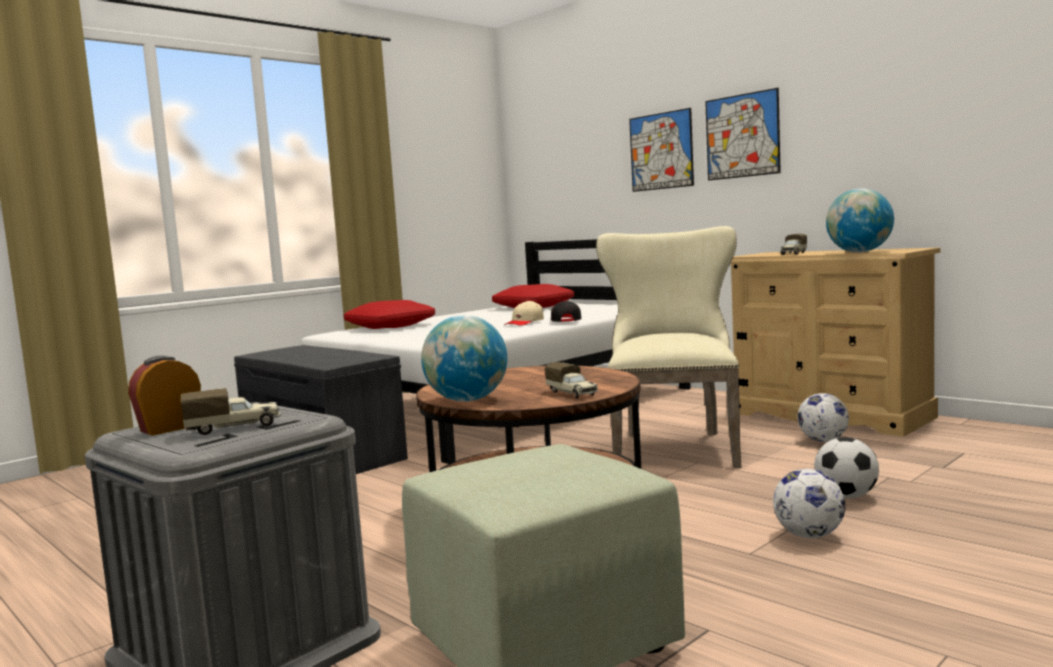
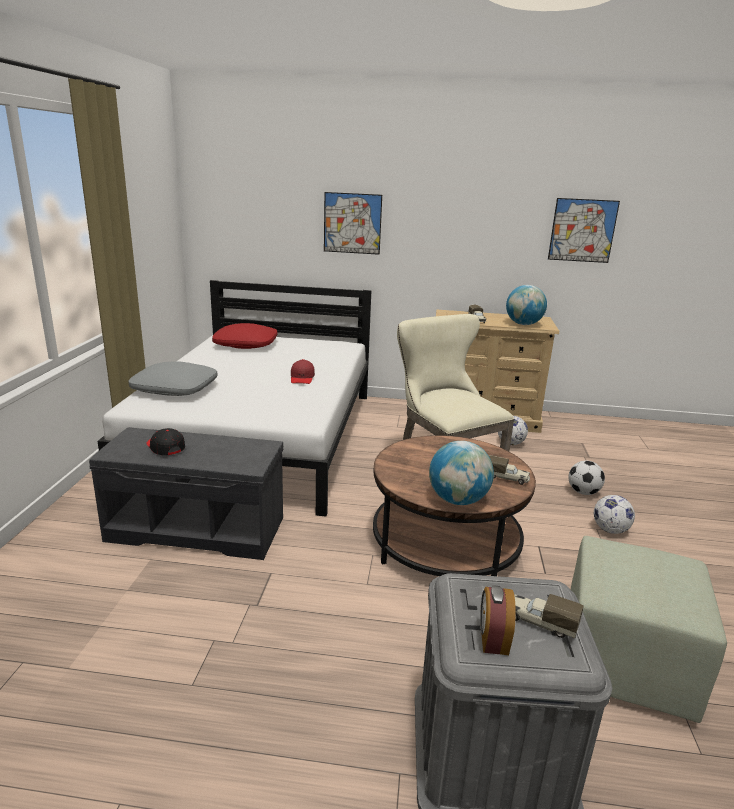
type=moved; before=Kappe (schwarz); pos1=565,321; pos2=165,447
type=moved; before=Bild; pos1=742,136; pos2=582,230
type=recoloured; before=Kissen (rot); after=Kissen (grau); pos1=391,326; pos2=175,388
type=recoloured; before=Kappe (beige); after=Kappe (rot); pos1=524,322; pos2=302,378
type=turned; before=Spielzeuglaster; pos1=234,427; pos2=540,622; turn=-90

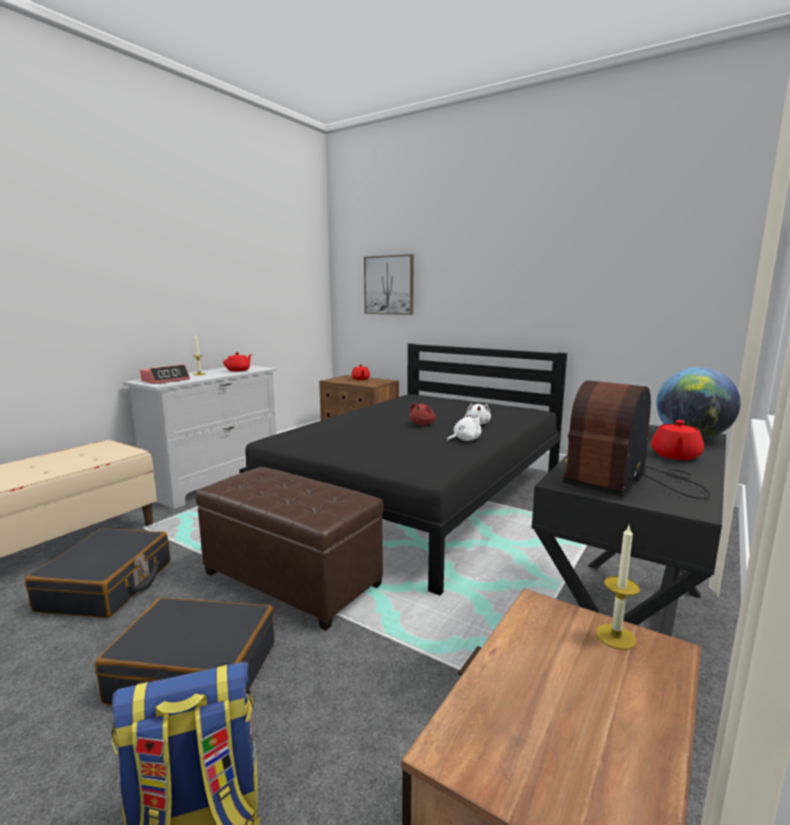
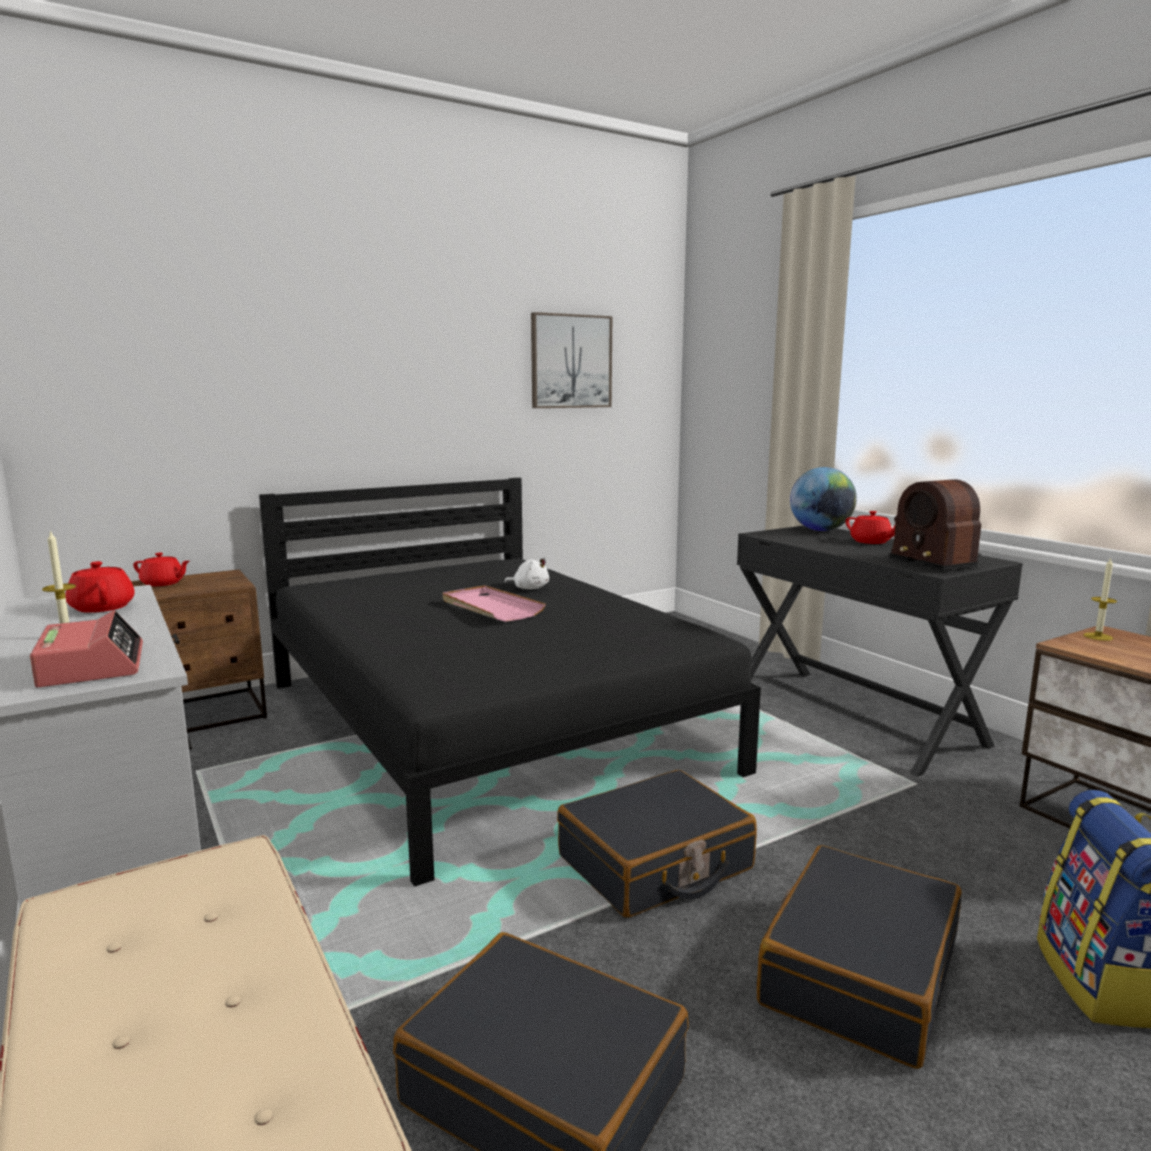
type=removed; before=Plüschtier (weiß); pos1=465,440
type=moved; before=Bild; pos1=389,285; pos2=571,361
type=replaced; before=Polsterhocker (braun); after=Koffer (schwarz); pos1=292,578; pos2=655,863
type=replaced; before=Plüschtier (rot); after=Tablett (rosa); pos1=423,424; pos2=490,607

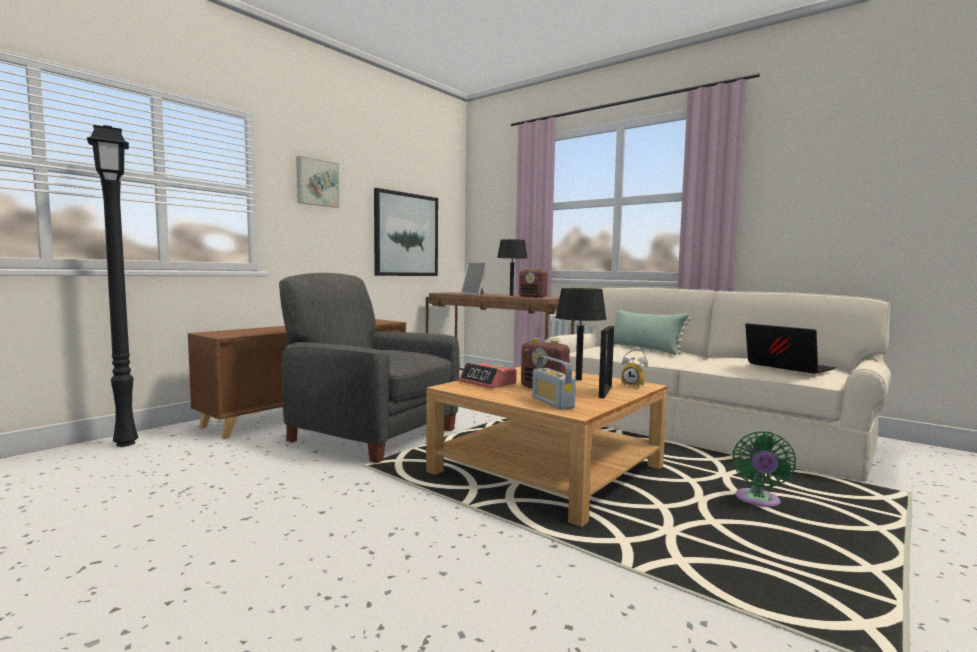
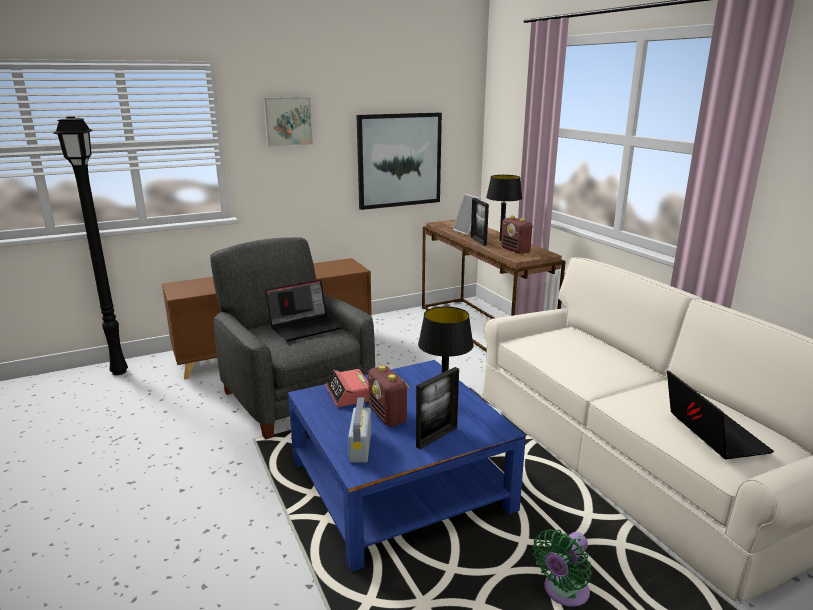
type=removed; before=Kissen (grün); pos1=644,348
type=removed; before=Wecker; pos1=634,386
type=added; after=Laptop; pos2=305,327
type=added; after=Bilderrahmen; pos2=478,241
type=recoloured; before=Couchtisch (beige); after=Couchtisch (blau); pos1=547,470; pos2=399,485

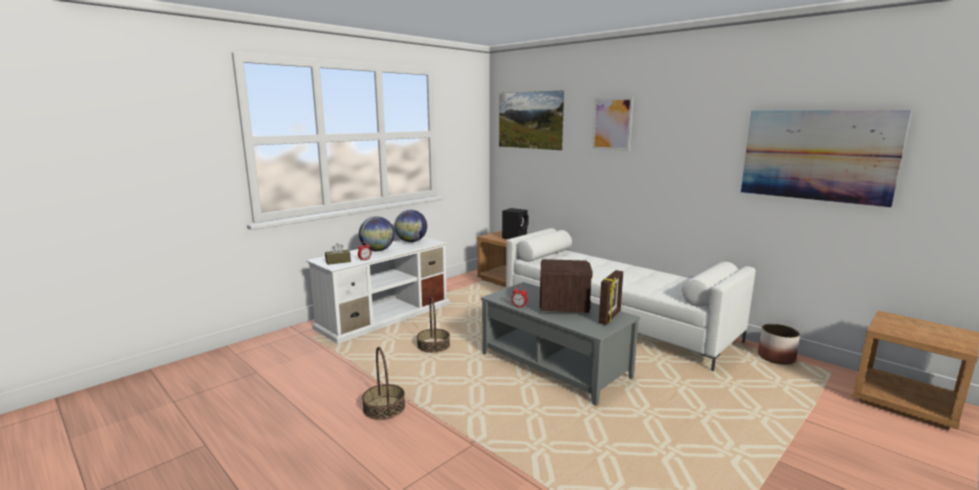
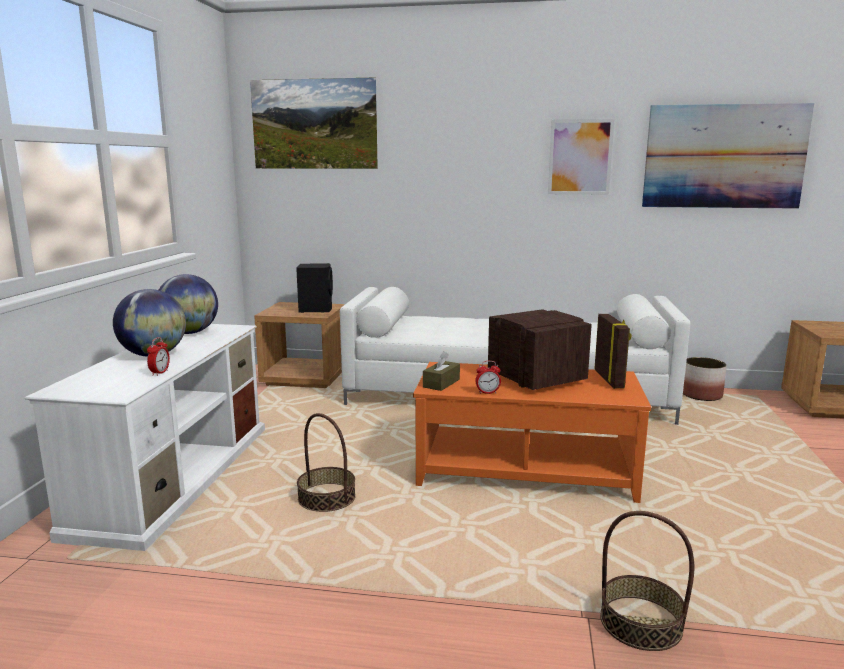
type=moved; before=Taschentuchbox (braun); pos1=338,261; pos2=441,383
type=moved; before=Korb; pos1=384,407; pos2=640,623
type=moved; before=Bild; pos1=612,124; pos2=580,157
type=recoloured; before=Couchtisch (grau); after=Couchtisch (orange); pos1=555,365; pos2=525,470

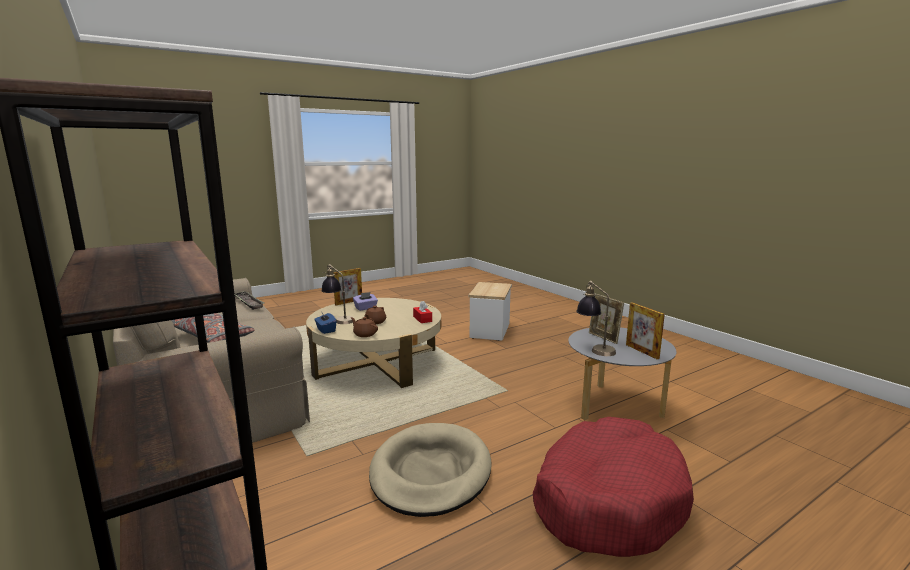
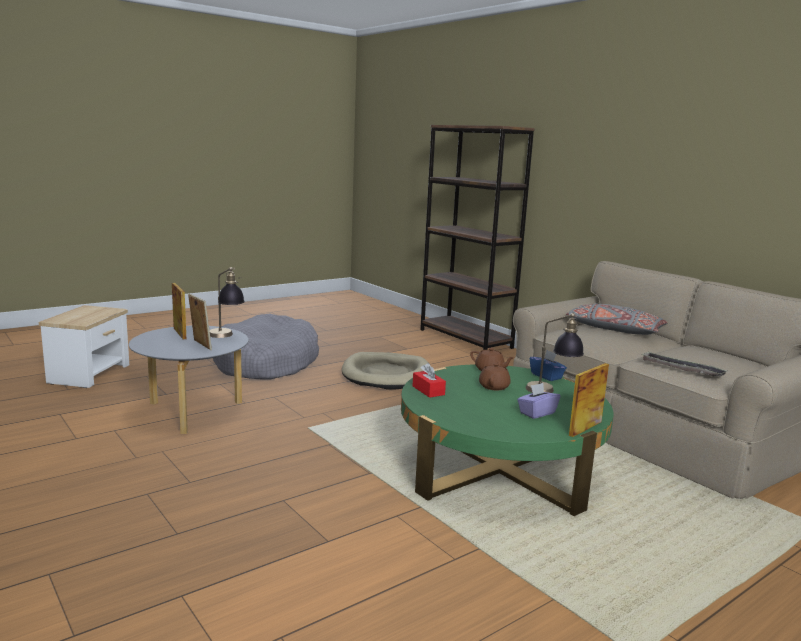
type=moved; before=Beistelltisch; pos1=489,331; pos2=90,374
type=recoloured; before=Couchtisch (beige); after=Couchtisch (grün); pos1=377,363; pos2=498,469
type=recoloured; before=Hundebett (rot); after=Hundebett (grau); pos1=607,500; pos2=266,363

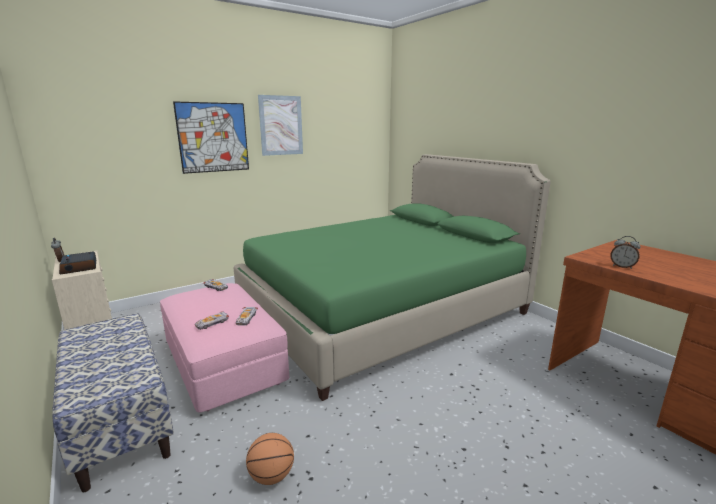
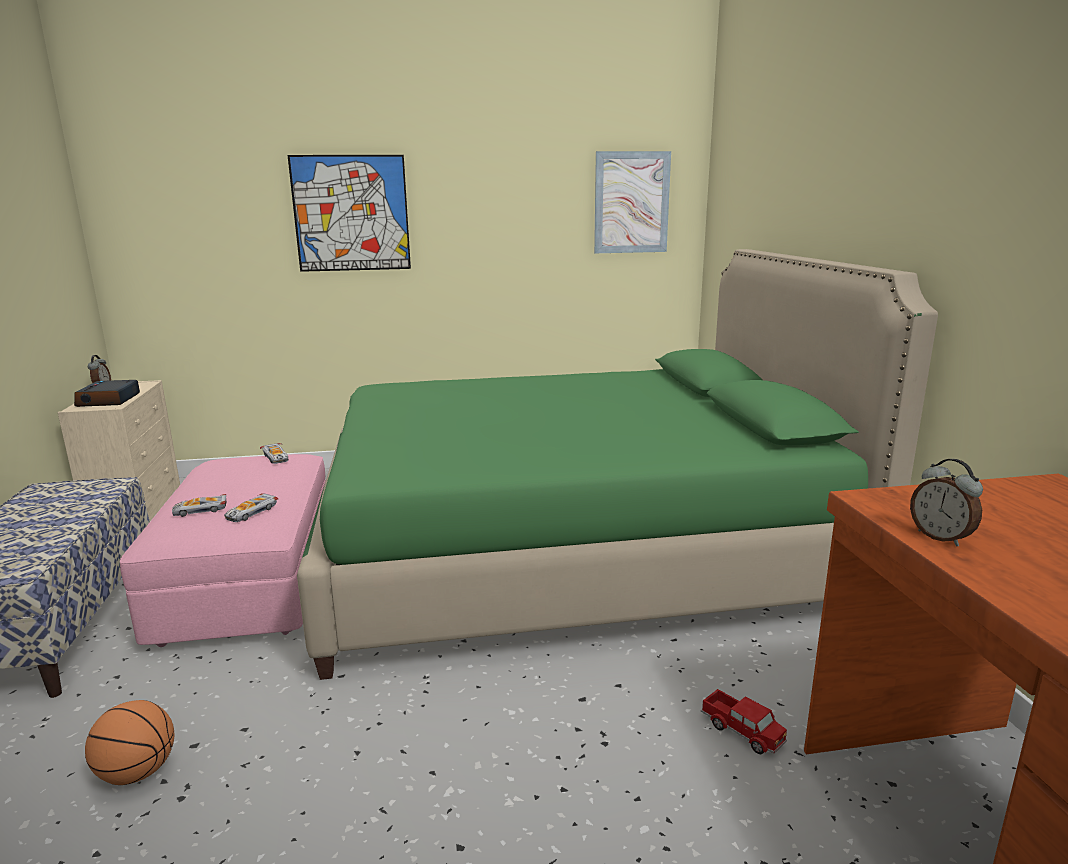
type=added; after=Spielzeuglaster; pos2=742,731
type=moved; before=Bild; pos1=281,125; pos2=631,202

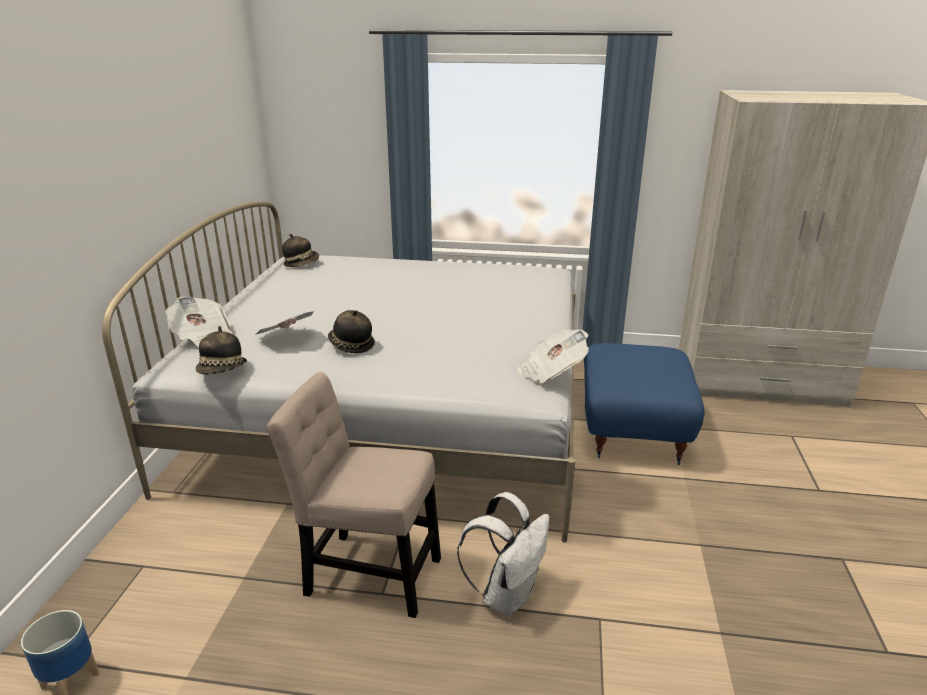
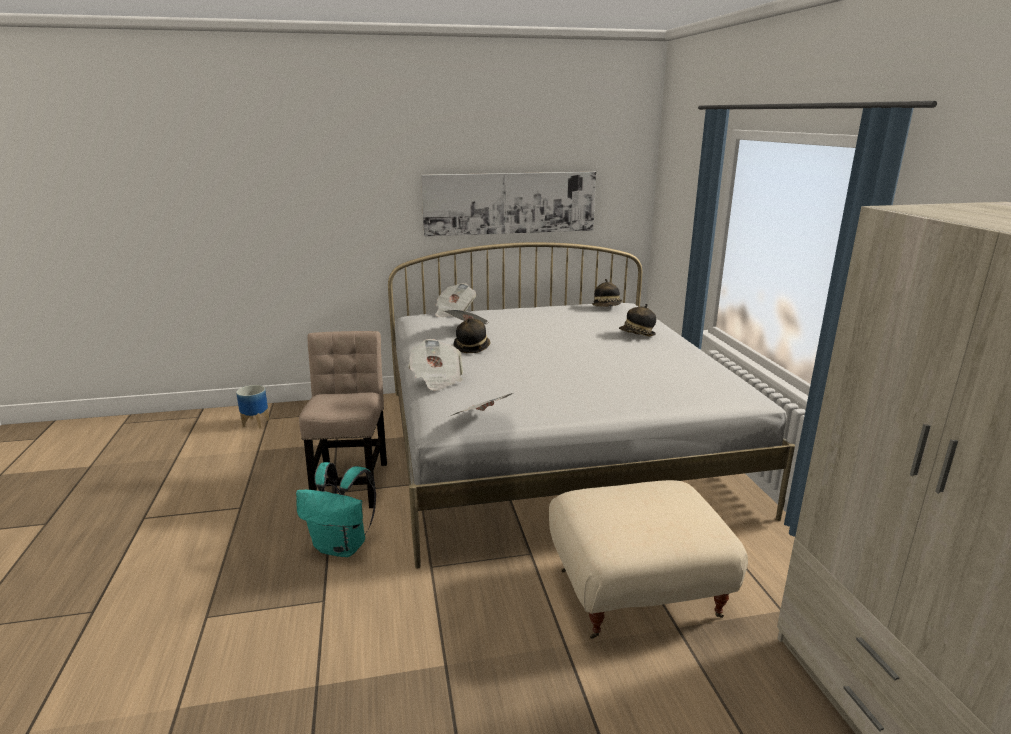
type=added; after=Zeitung; pos2=436,379
type=added; after=Bild; pos2=510,203
type=moved; before=Hut; pos1=222,370; pos2=637,335
type=recoloured; before=Rucksack (weiß); after=Rucksack (türkis); pos1=507,594; pos2=342,546
type=recoloured; before=Polsterhocker (blau); after=Polsterhocker (beige); pos1=631,431; pos2=637,591

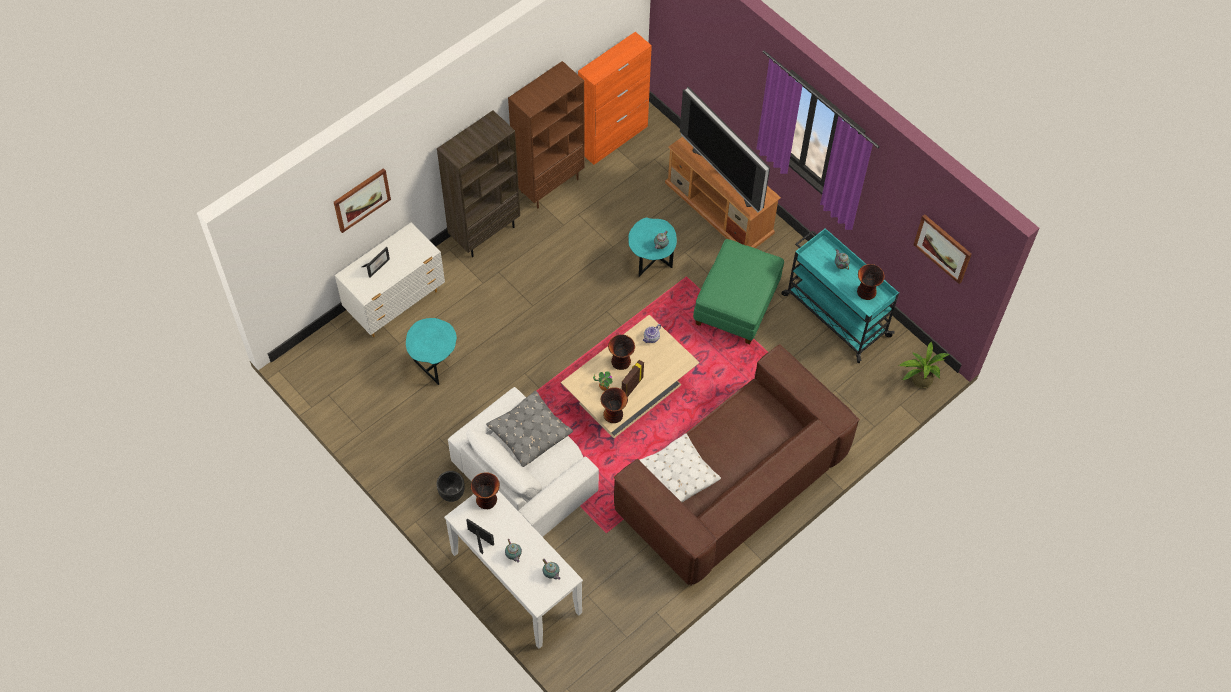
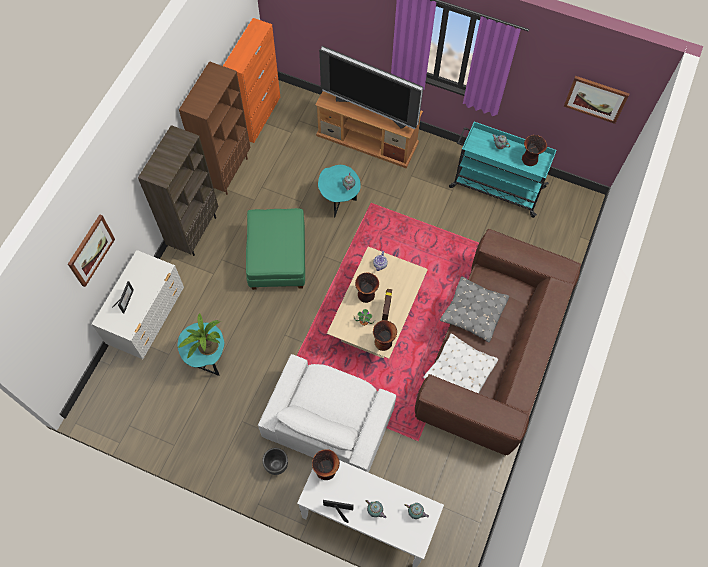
type=moved; before=Kissen (grau); pos1=529,433; pos2=473,312
type=moved; before=Polsterhocker (grün); pos1=736,304; pos2=277,259
type=moved; before=Topfpflanze; pos1=918,379; pos2=205,346

